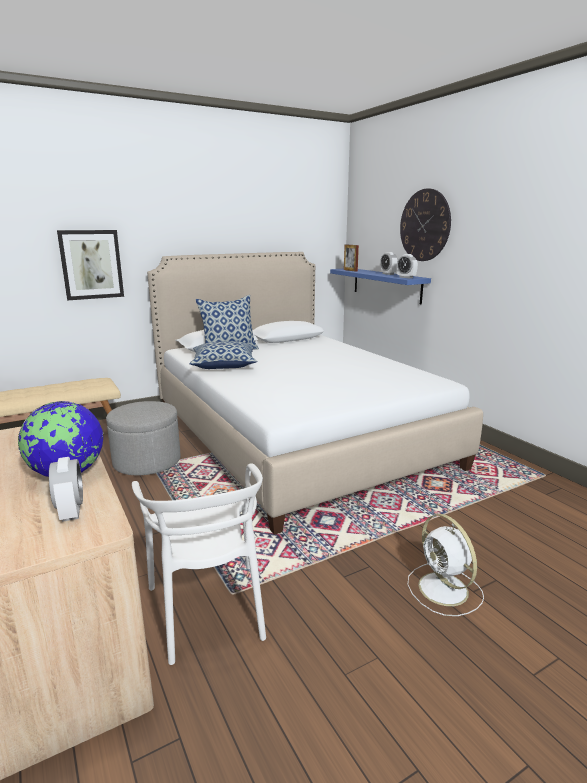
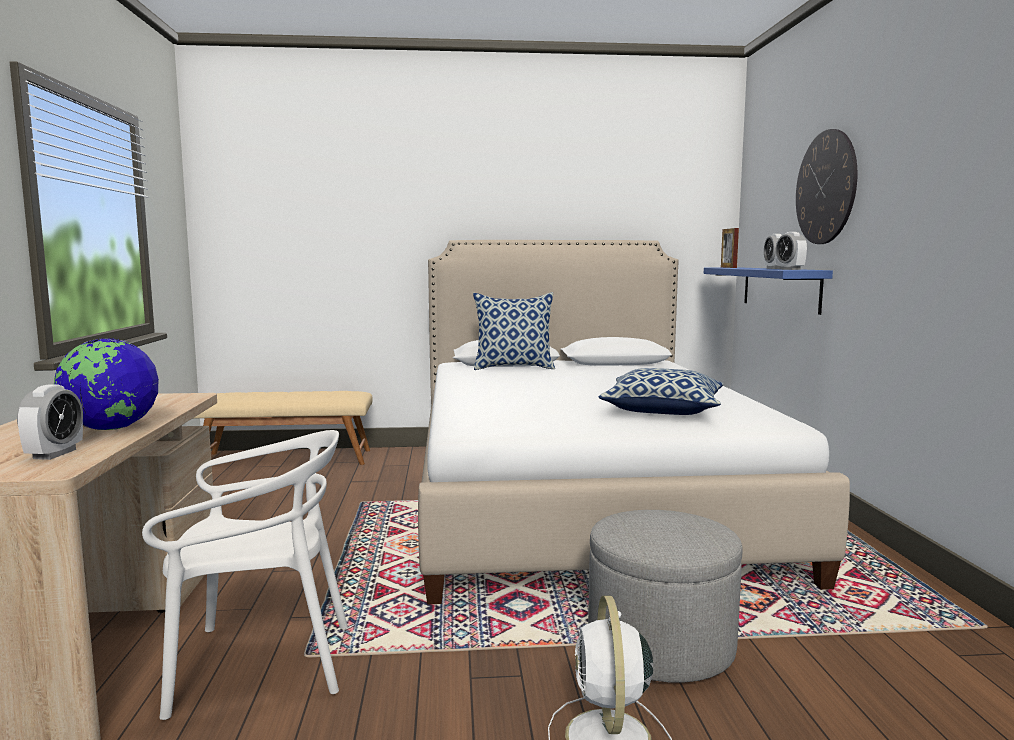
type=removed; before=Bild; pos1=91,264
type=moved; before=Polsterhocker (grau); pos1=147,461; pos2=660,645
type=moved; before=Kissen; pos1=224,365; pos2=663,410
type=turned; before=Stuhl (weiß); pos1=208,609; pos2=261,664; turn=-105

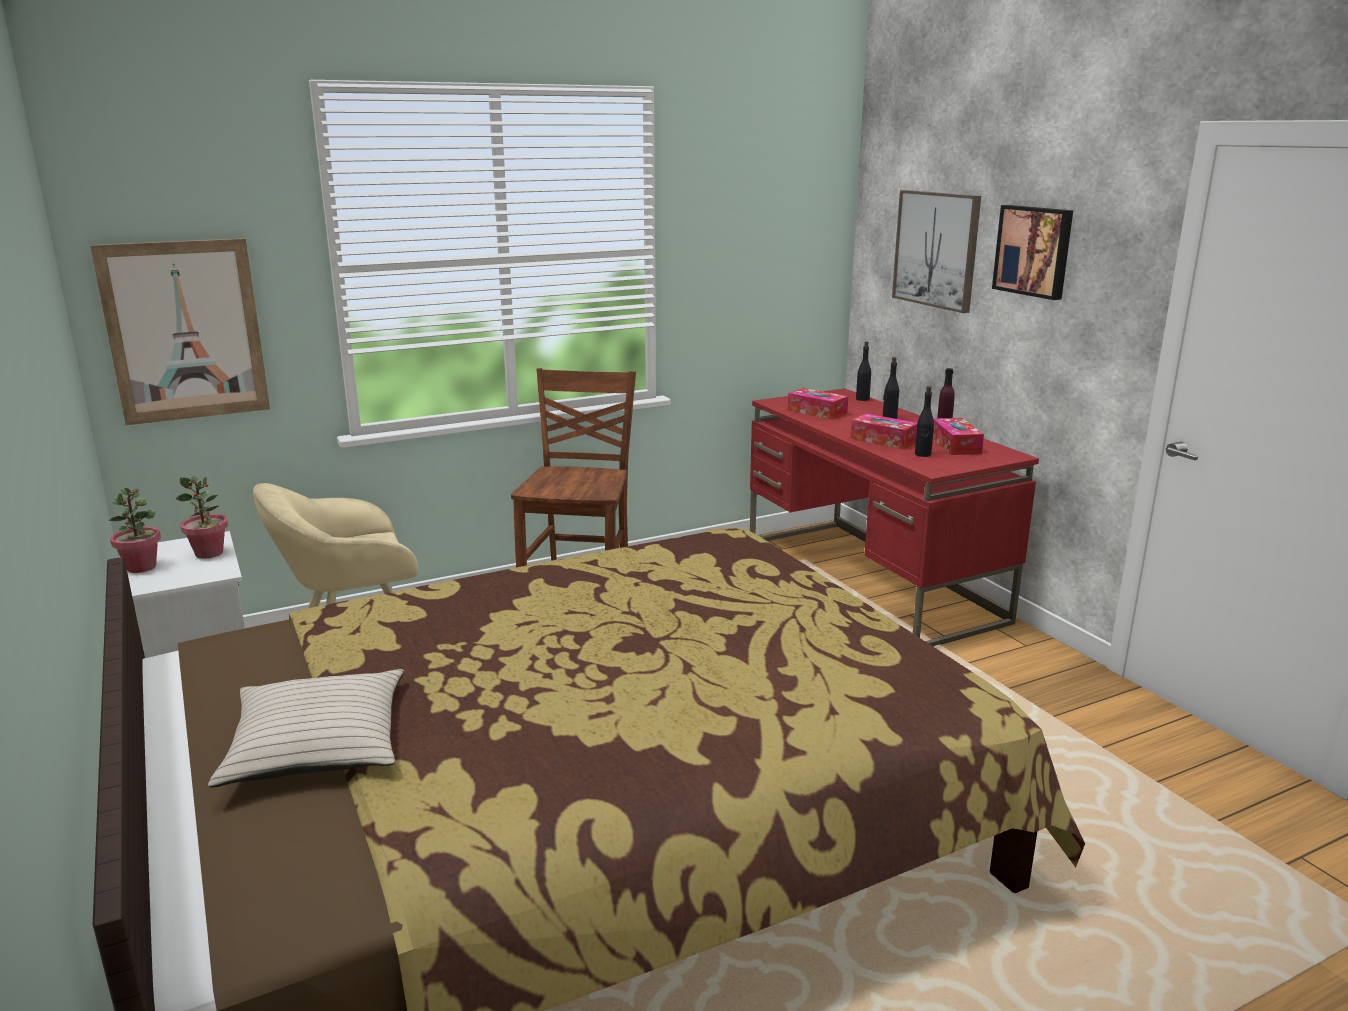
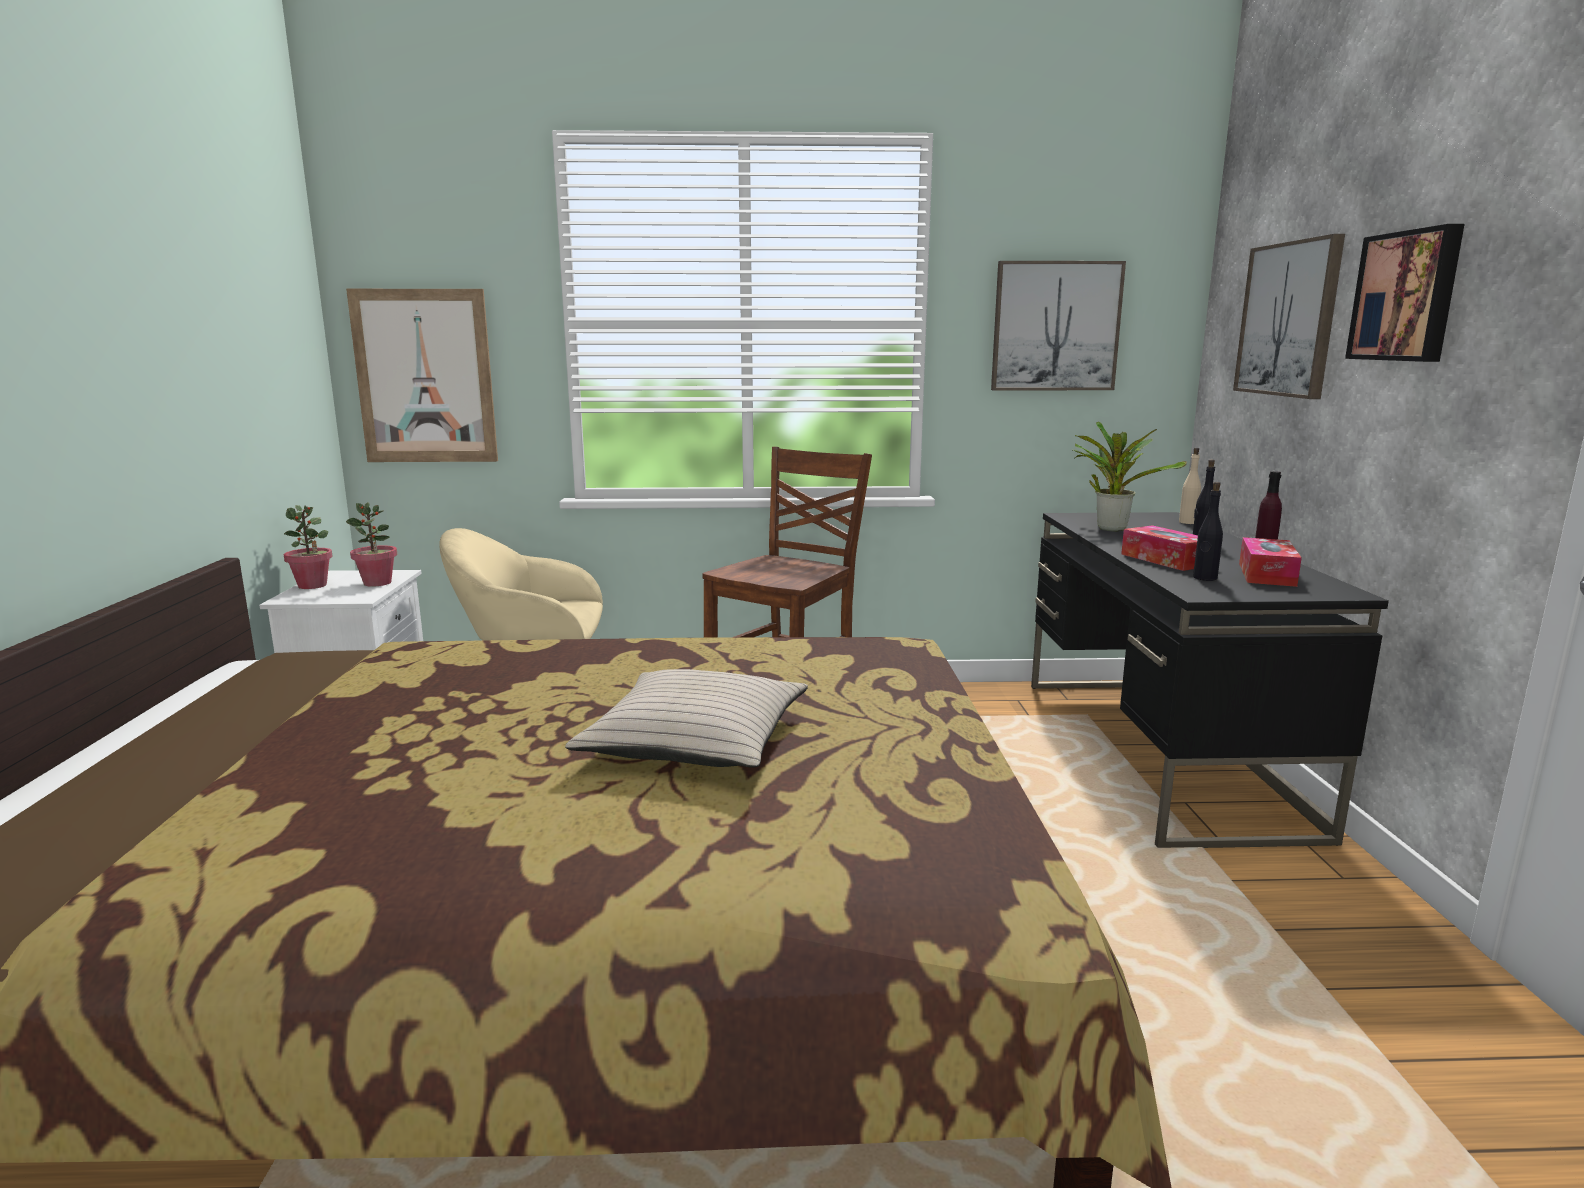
type=added; after=Bild; pos2=1055,326
type=moved; before=Kissen (beige); pos1=317,745; pos2=695,741
type=replaced; before=Taschentuchbox; after=Topfpflanze; pos1=817,412; pos2=1110,528
type=recoloured; before=Schreibtisch (rot); after=Schreibtisch (schwarz); pos1=871,581; pos2=1158,753
type=recoloured; before=Flasche (schwarz); after=Flasche (beige); pos1=862,399; pos2=1187,522

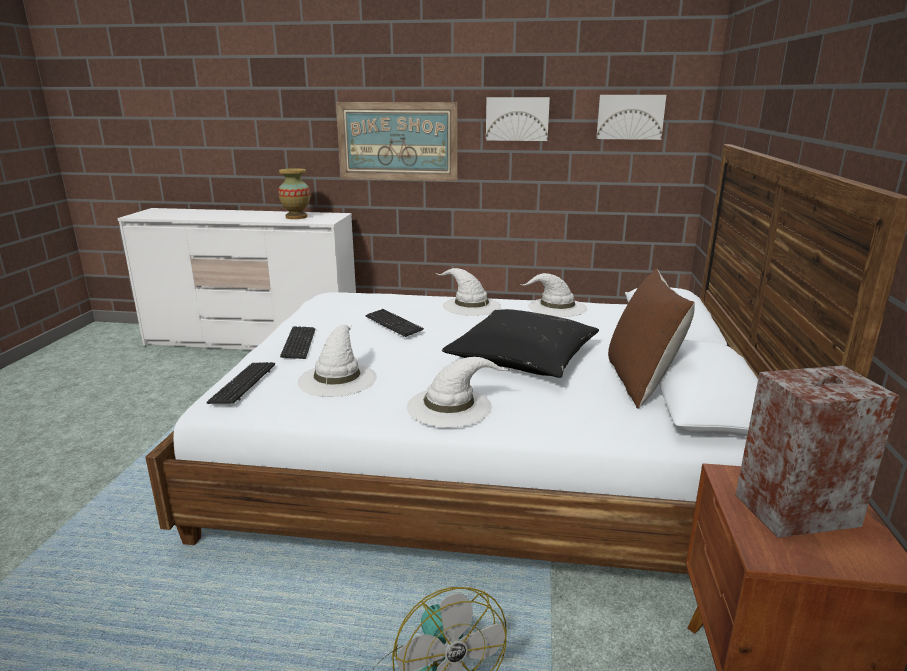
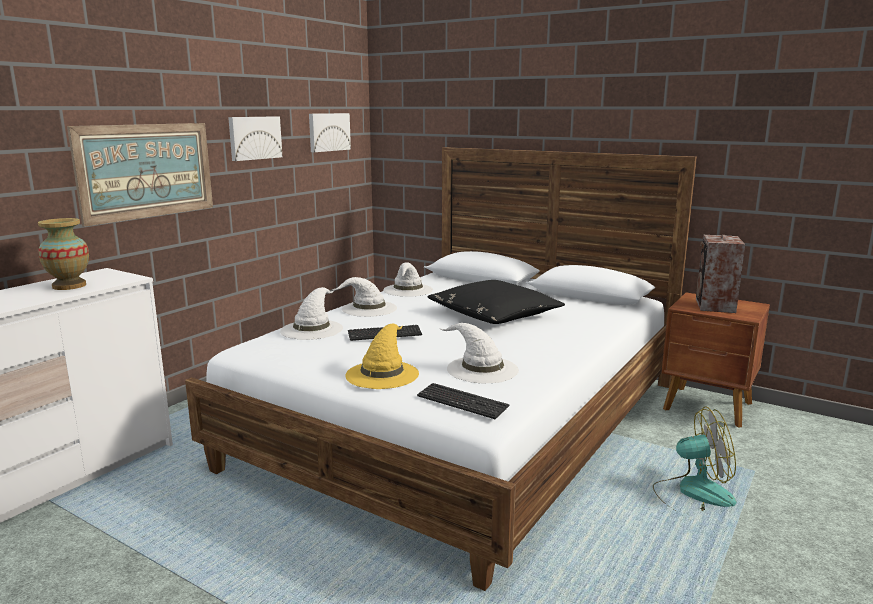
type=removed; before=Kissen (braun); pos1=641,383
type=moved; before=Hut (weiß); pos1=450,406; pos2=312,329
type=replaced; before=Tastatur; after=Hut (gelb); pos1=299,344; pos2=382,374

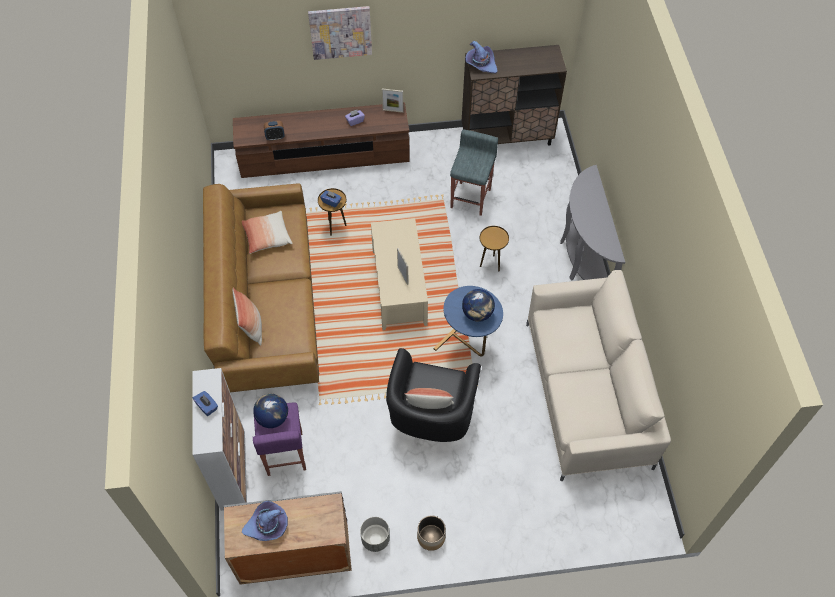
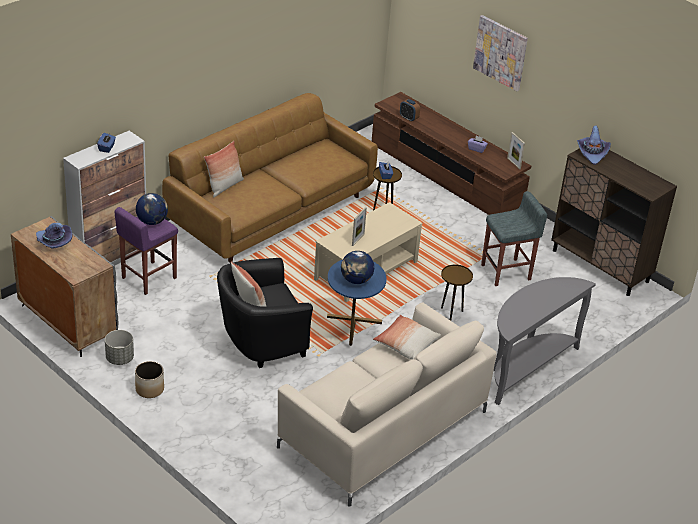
type=moved; before=Kissen; pos1=267,237; pos2=406,345

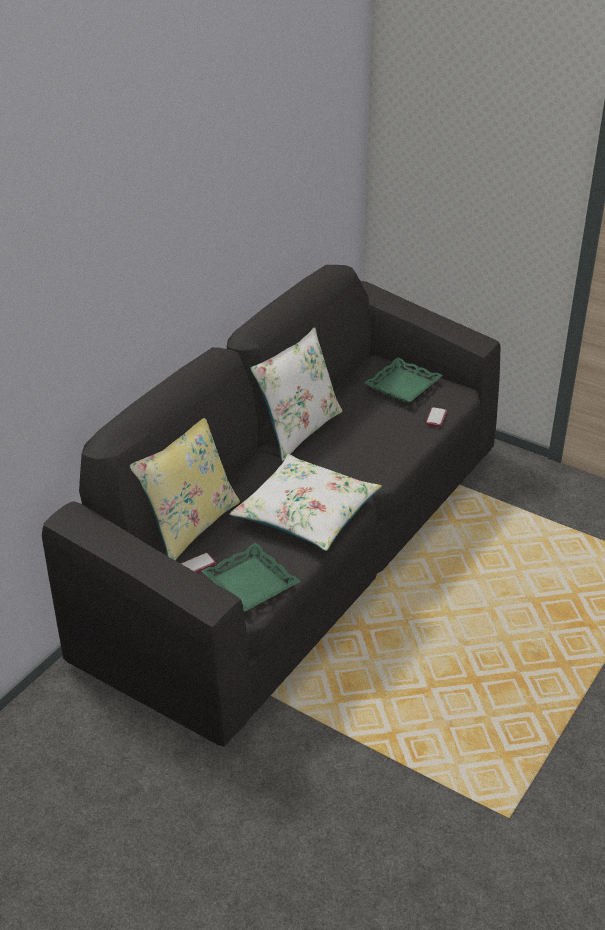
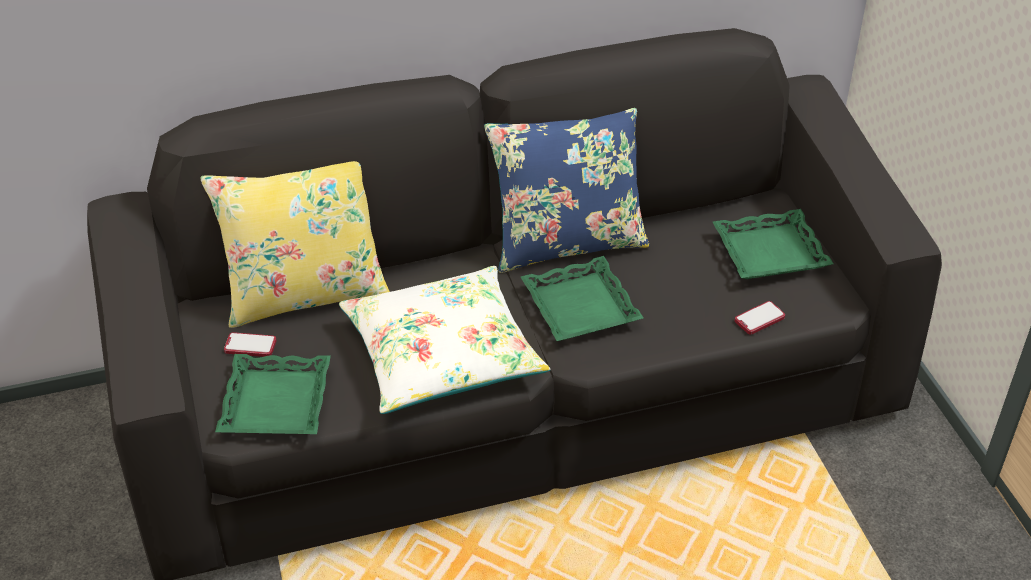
type=added; after=Tablett (grün); pos2=581,306
type=recoloured; before=Kissen (weiß); after=Kissen (blau); pos1=298,430; pos2=567,242

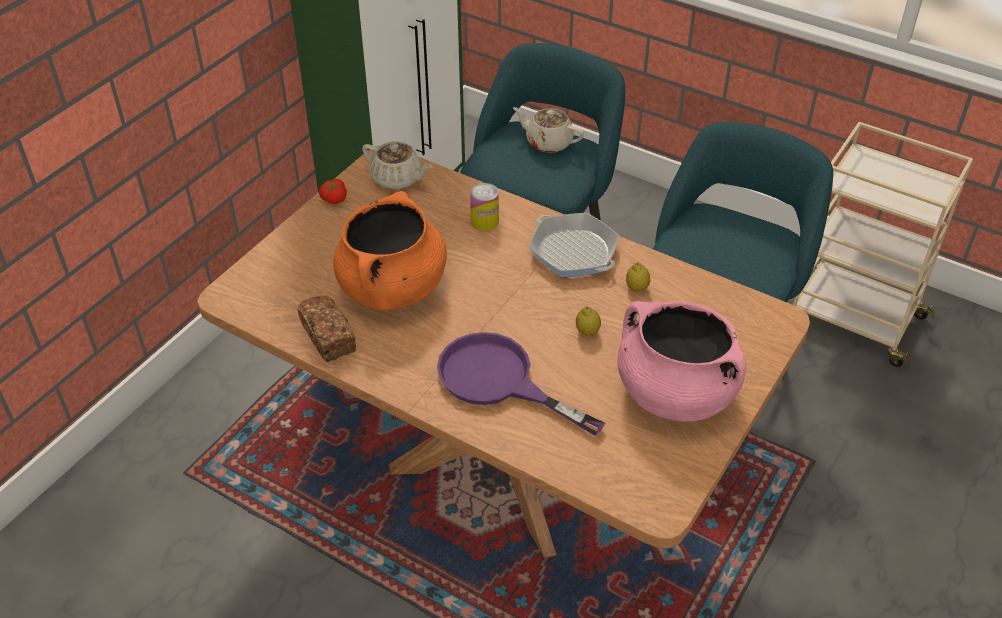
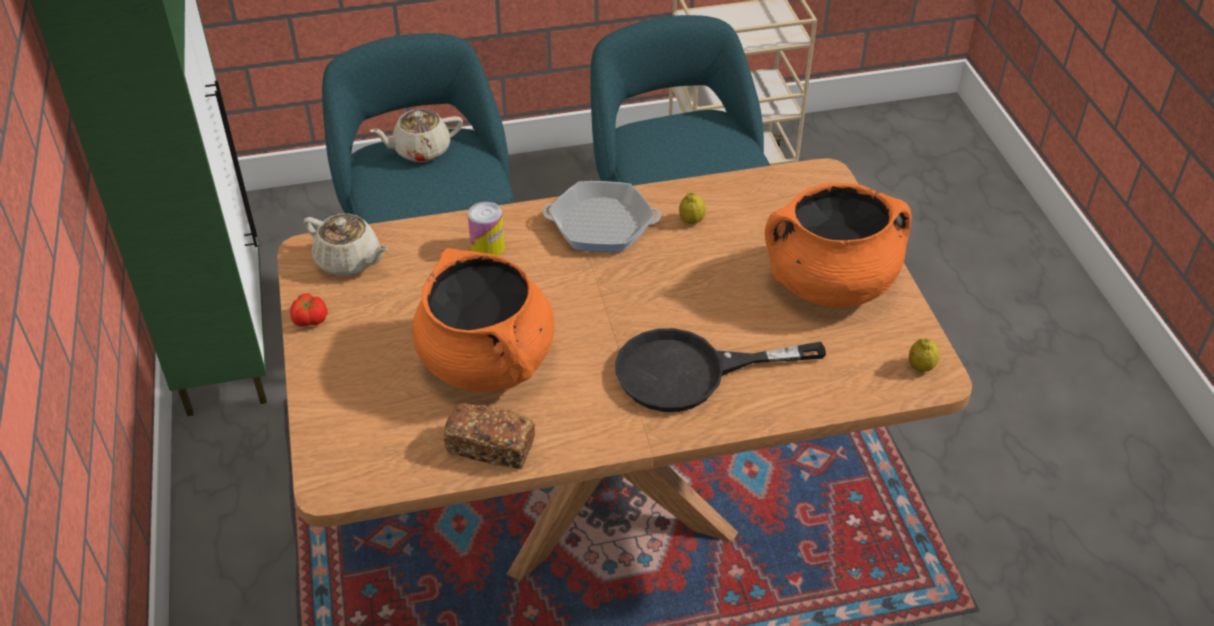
type=moved; before=Zitrone; pos1=587,331; pos2=921,367
type=recoloured; before=Pfanne (lila); after=Pfanne (schwarz); pos1=499,381; pos2=690,372
type=recoloured; before=Kochtopf (rosa); after=Kochtopf (orange); pos1=675,393; pos2=830,283
type=turned; before=Teekanne (beige); pos1=397,179; pos2=349,261; turn=45

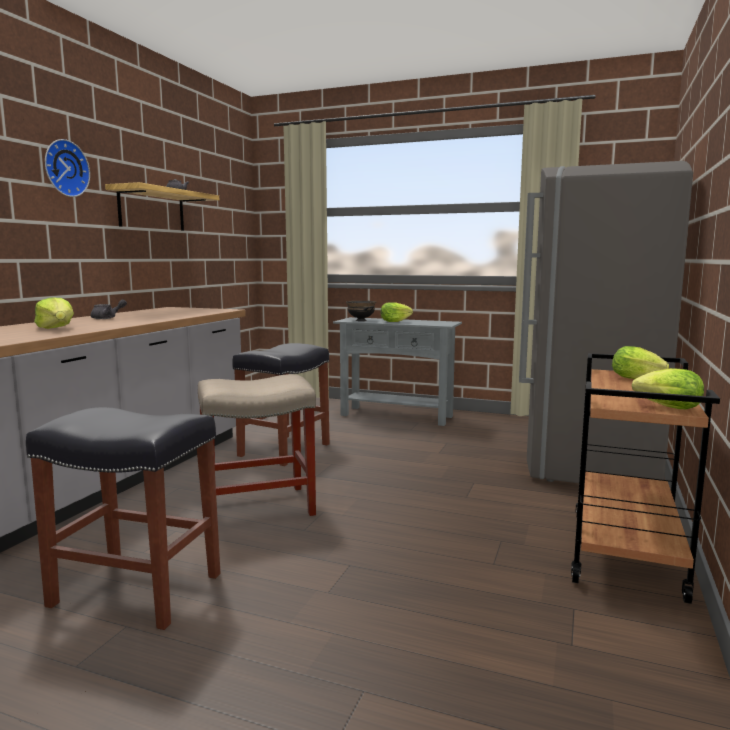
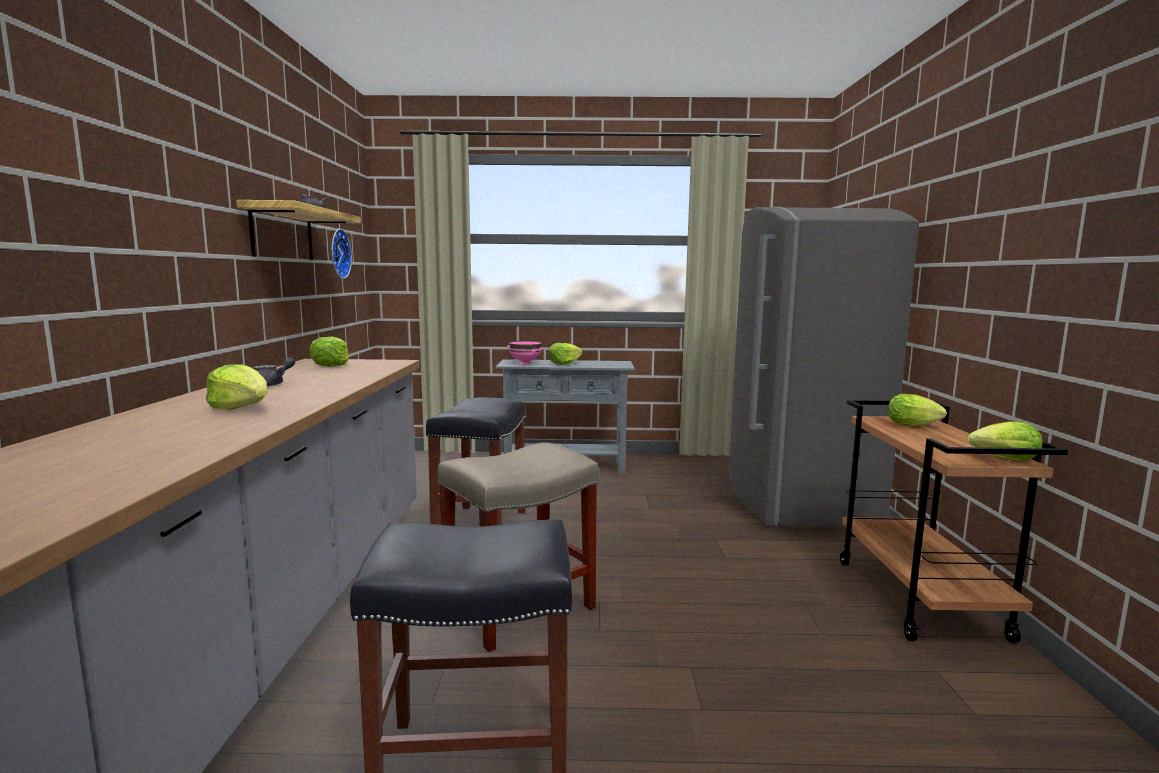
type=added; after=Salatkopf; pos2=331,365
type=moved; before=Wanduhr; pos1=64,168; pos2=337,253
type=recoloured; before=Schüssel (schwarz); after=Schüssel (rosa); pos1=361,320; pos2=525,364

